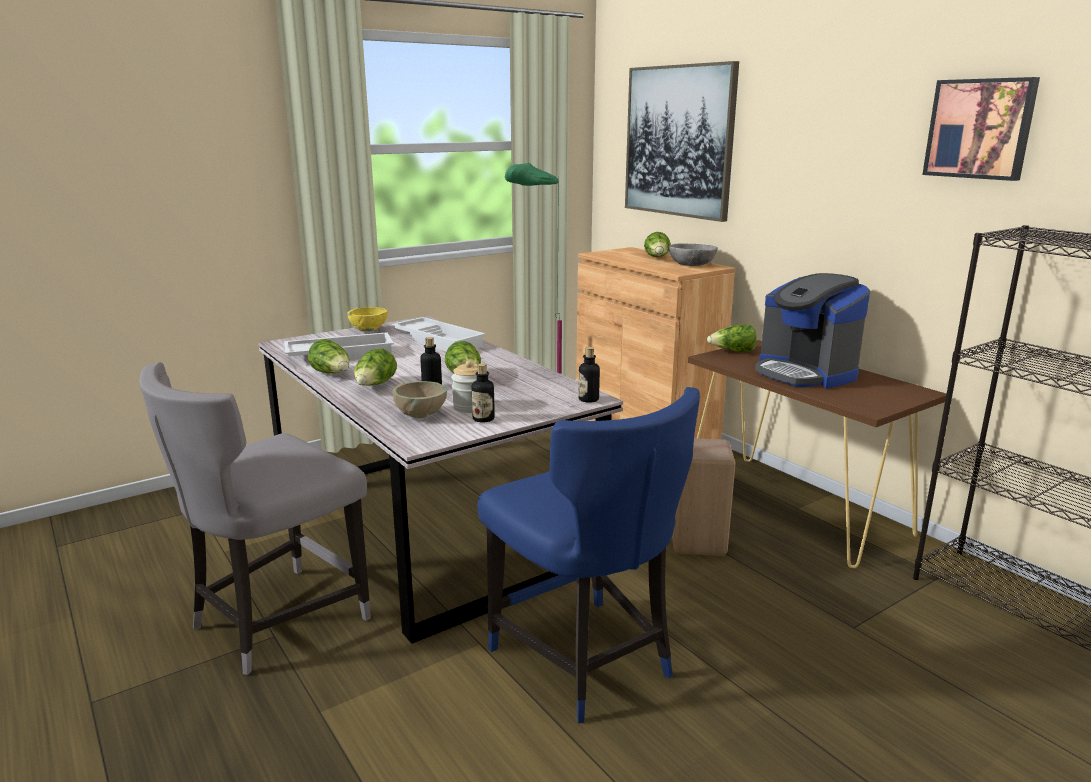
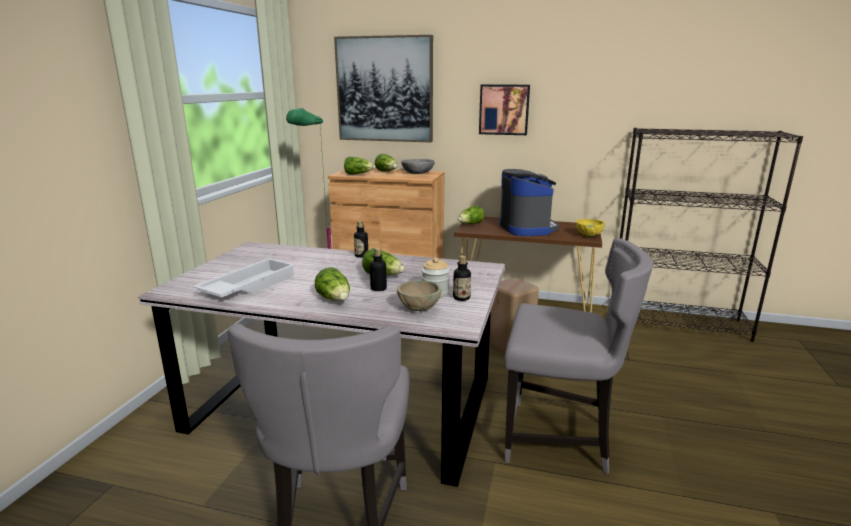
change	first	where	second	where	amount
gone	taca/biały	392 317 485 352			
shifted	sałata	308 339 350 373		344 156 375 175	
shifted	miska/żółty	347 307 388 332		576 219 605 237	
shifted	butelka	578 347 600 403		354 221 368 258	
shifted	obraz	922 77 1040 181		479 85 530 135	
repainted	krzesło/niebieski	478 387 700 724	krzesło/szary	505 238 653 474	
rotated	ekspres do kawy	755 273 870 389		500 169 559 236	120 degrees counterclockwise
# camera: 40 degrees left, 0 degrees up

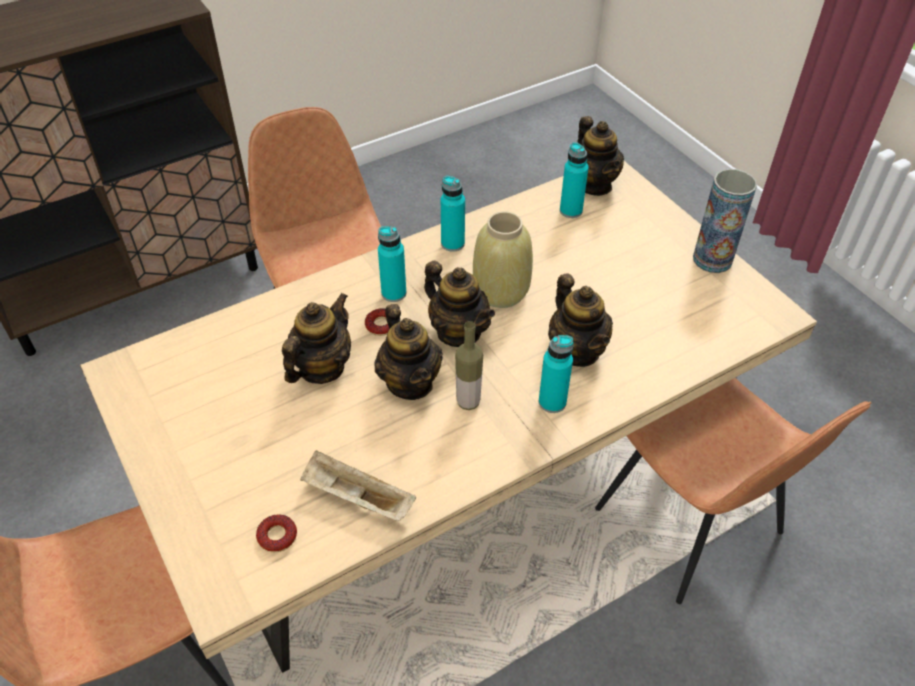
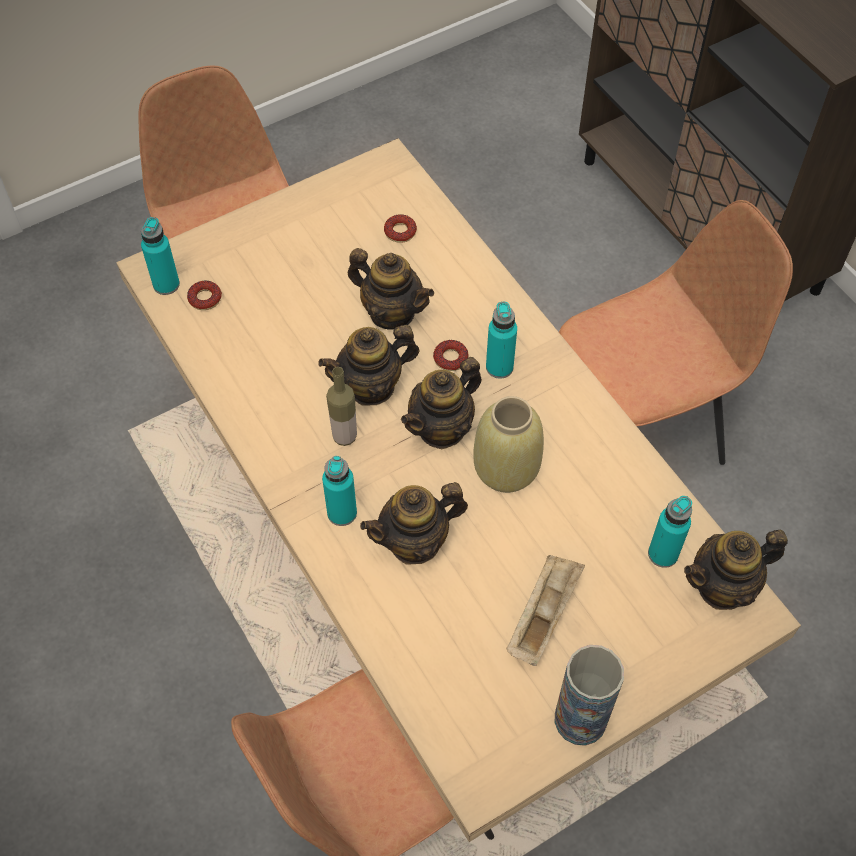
change	first	where	second	where	amount
new			donut	384 214 417 243	
shifted	taca/beżowy	300 450 416 521		507 555 585 666	
shifted	butelka/turkusowy	441 176 465 252		141 217 180 295	
# camera: 90 degrees right, 10 degrees up

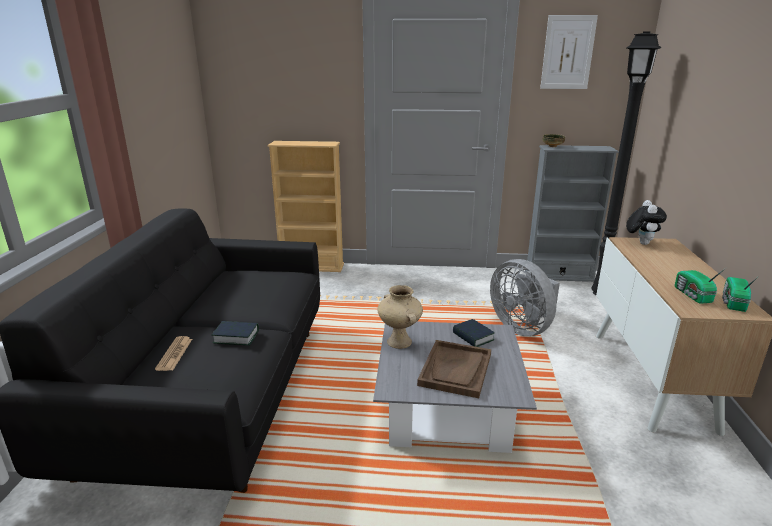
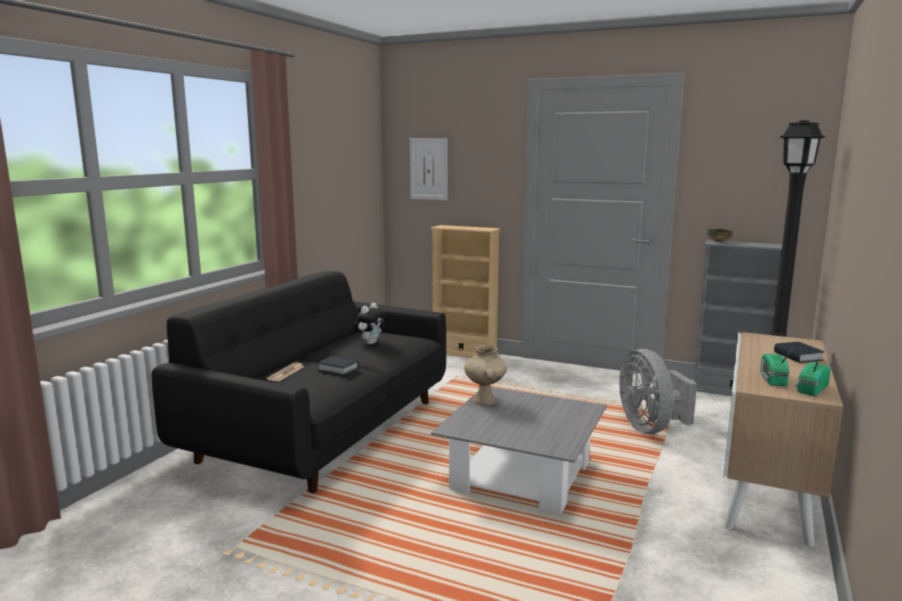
change	first	where	second	where	amount
gone	taca/brązowy	417 340 491 398			
shifted	książka	453 319 495 347		774 342 824 363	
shifted	obraz	540 15 598 89		410 138 448 200	
shifted	pluszak	626 200 667 245		354 303 386 345	
# camera: 20 degrees right, 10 degrees down

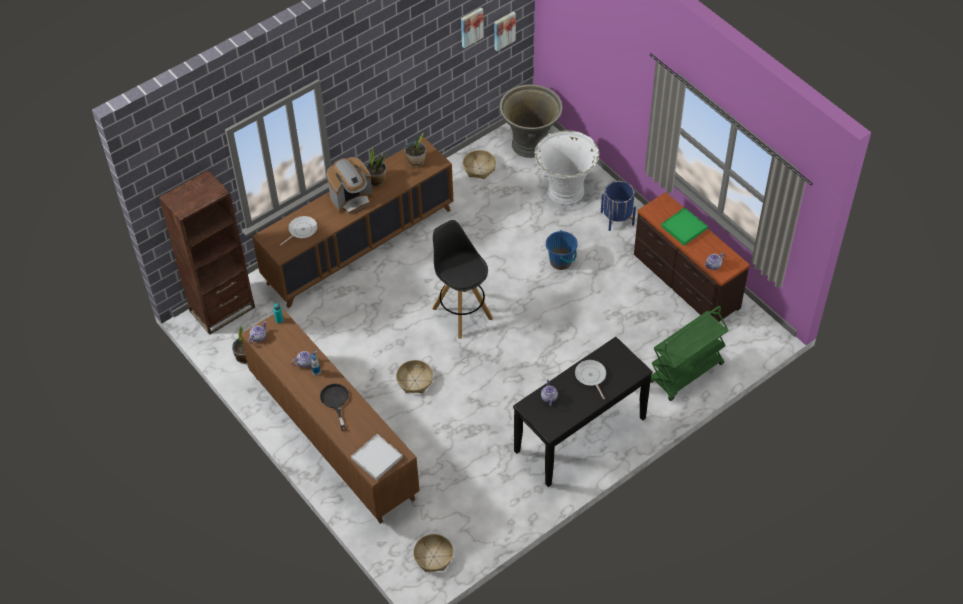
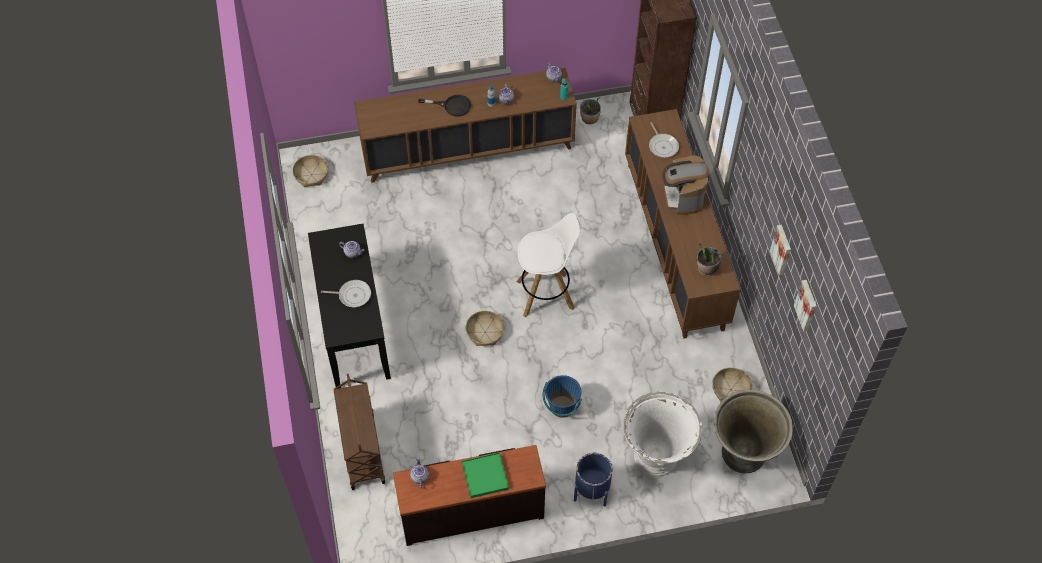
change	first	where	second	where	amount
gone	taca/biały	351 434 403 481			
gone	roślina doniczkowa	366 147 386 187			
shifted	koszyk	396 360 433 393		466 311 504 346	
shifted	obraz	494 11 516 51		770 225 791 275	
repainted	stołek/czarny	432 220 493 339	stołek/biały	516 213 581 317	
repainted	wózek/zielony	650 306 729 401	wózek/brązowy	334 374 385 490	
# camera: 115 degrees right, 5 degrees up

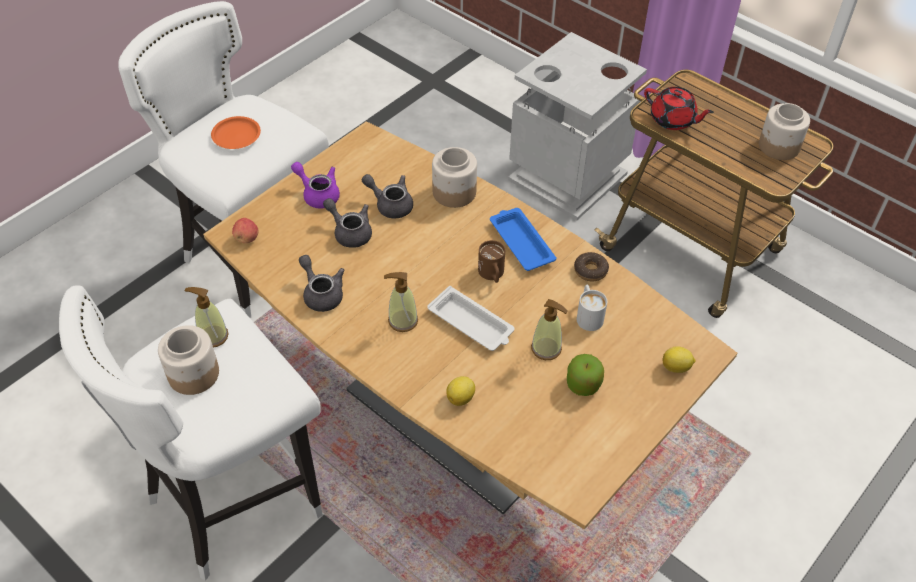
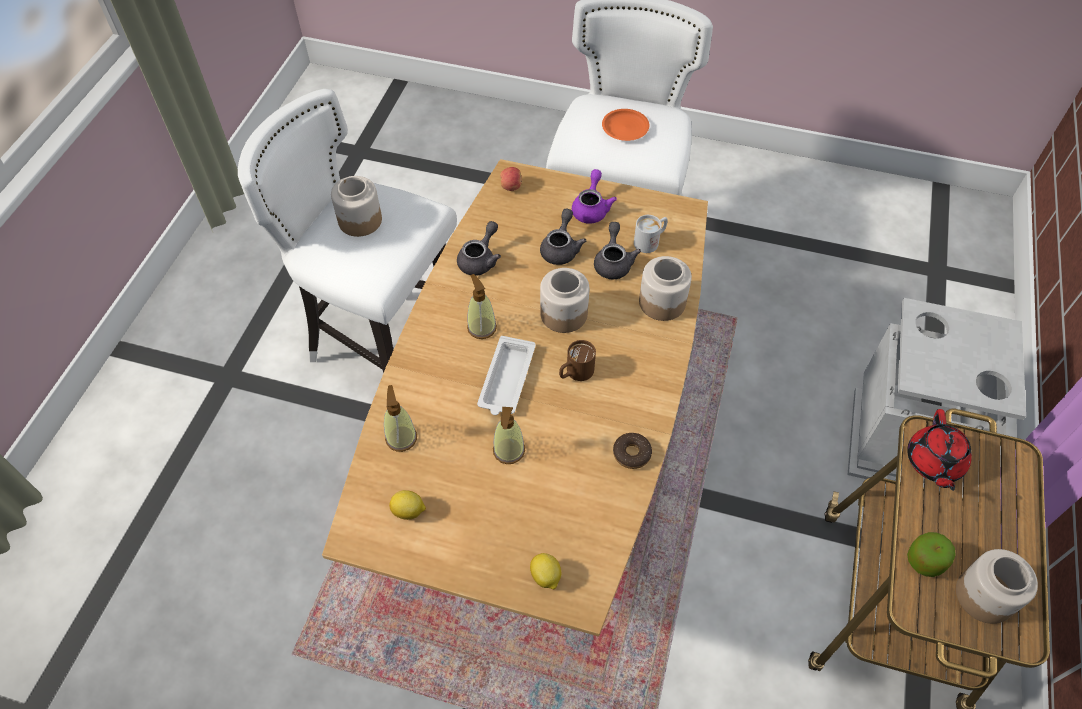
change	first	where	second	where	amount
gone	taca/niebieski	490 208 557 271			
new			słoik	540 268 589 333	
shifted	dozownik mydła	184 287 229 348		384 385 417 452	
shifted	cytryna	446 376 475 406		389 490 426 520	
shifted	jabłko	567 354 604 396		907 532 956 577	
shifted	kubek/biały	577 285 607 331		634 215 668 253	
# camera: 65 degrees right, 5 degrees up

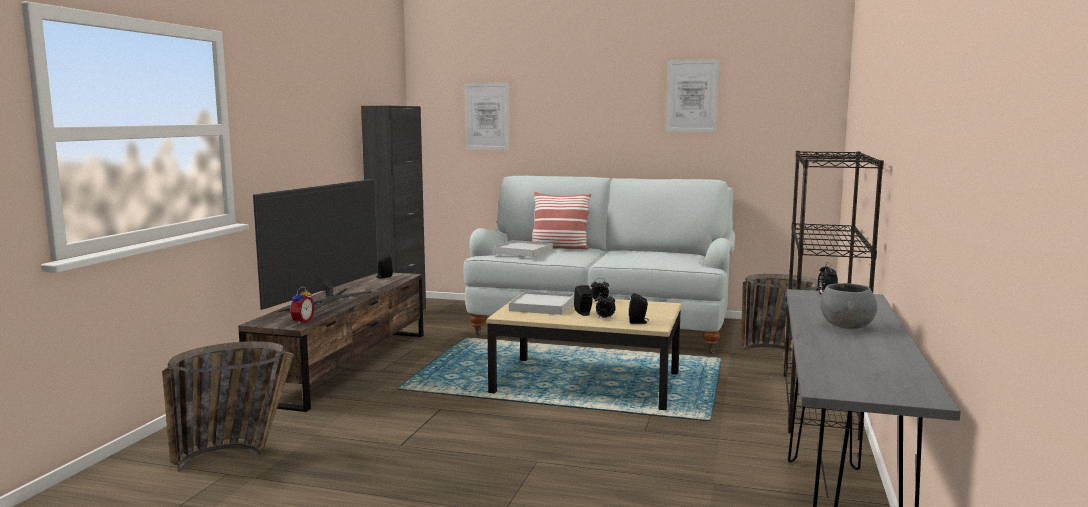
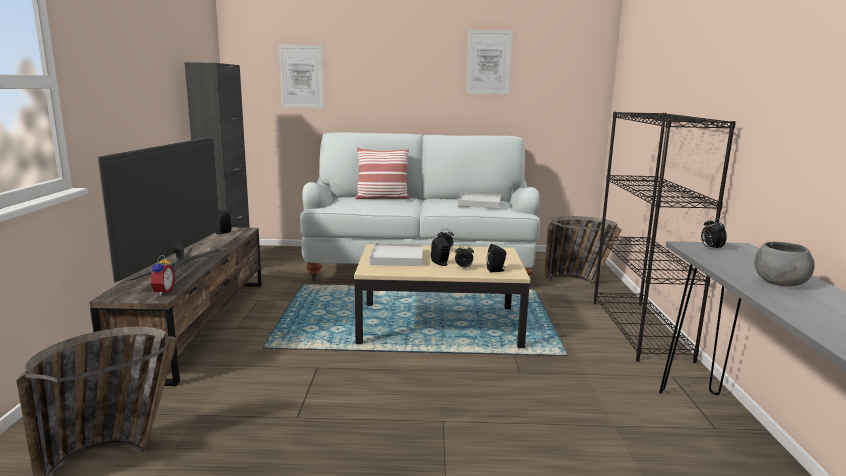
change	first	where	second	where	amount
shifted	taca/biały	493 240 553 257		458 193 501 209	
# camera: 15 degrees left, 5 degrees up

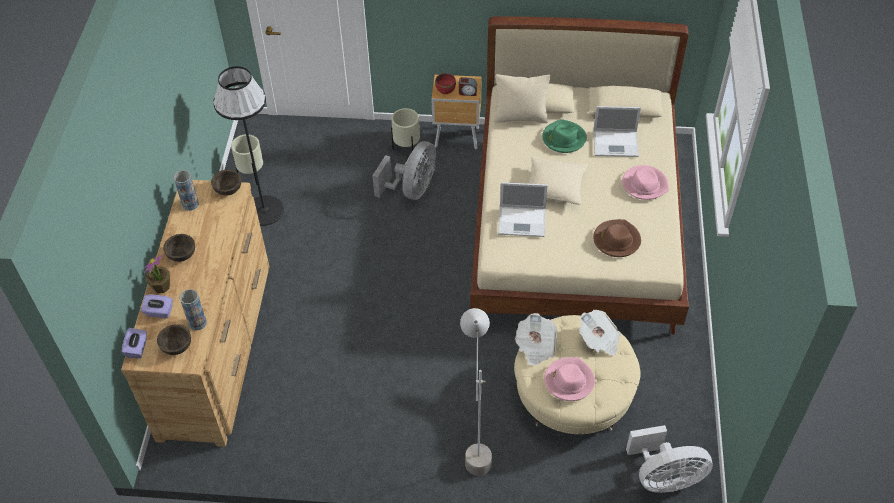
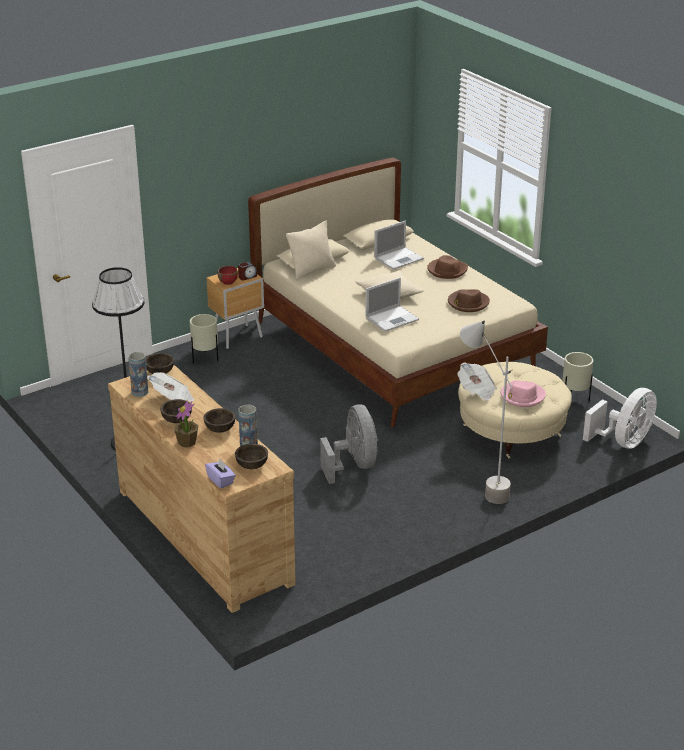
change	first	where	second	where	amount
gone	pudełko chusteczek/fioletowy	141 295 173 318			
gone	kapelusz/zielony	542 119 587 153			
new			miska/brązowy	203 408 235 433	
shifted	donica/beżowy	231 134 263 185		562 352 593 402	
shifted	wentylator/szary	372 141 436 200		320 404 378 484	
shifted	gazeta	579 310 621 356		147 372 195 401	
repainted	kapelusz/różowy	622 165 669 200	kapelusz/brązowy	427 255 468 279	
# camera: 40 degrees left, 20 degrees down

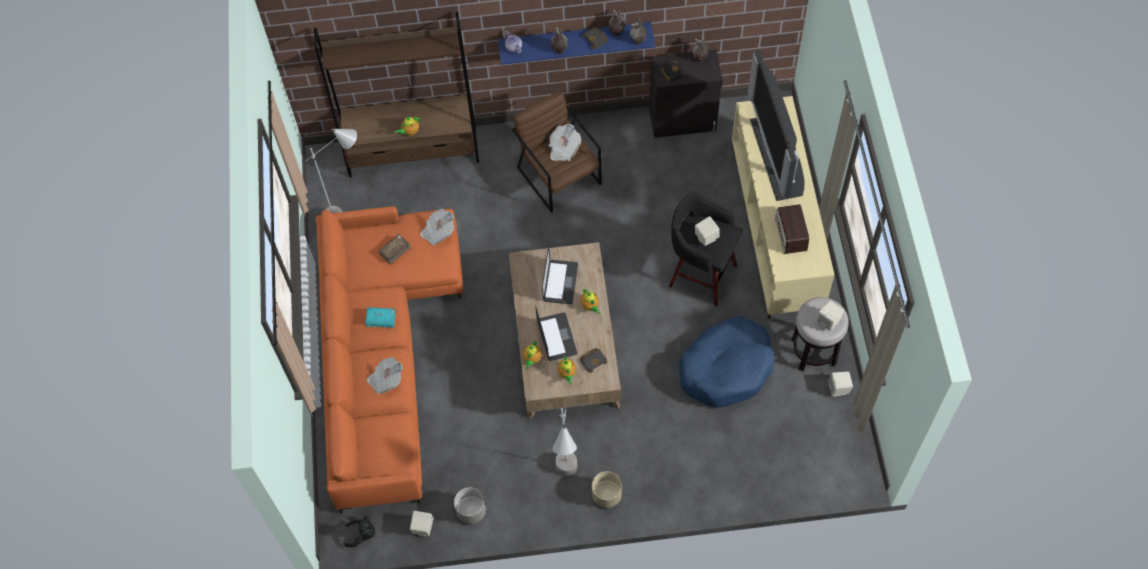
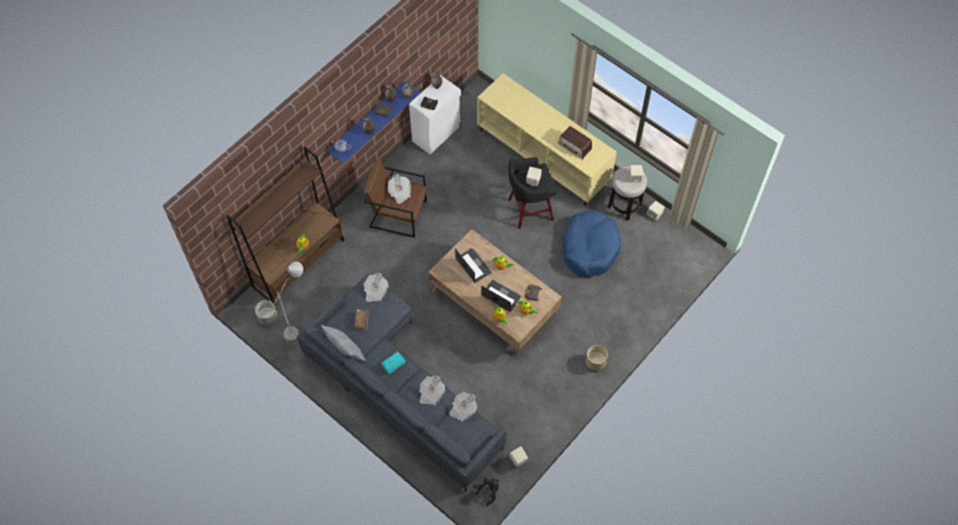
change	first	where	second	where	amount
gone	lampa stojąca/szary	553 408 577 476			
gone	telewizor	748 51 805 201			
new			poduszka	321 325 366 362	
new			gazeta	449 392 477 422	
shifted	donica/szary	454 487 486 524		255 300 278 325	
repainted	kanapa/pomarańczowy	316 206 463 514	kanapa/szary	297 274 506 491	
repainted	szafka/czarny	649 50 723 138	szafka/biały	409 75 461 154	
# camera: 45 degrees left, 0 degrees up

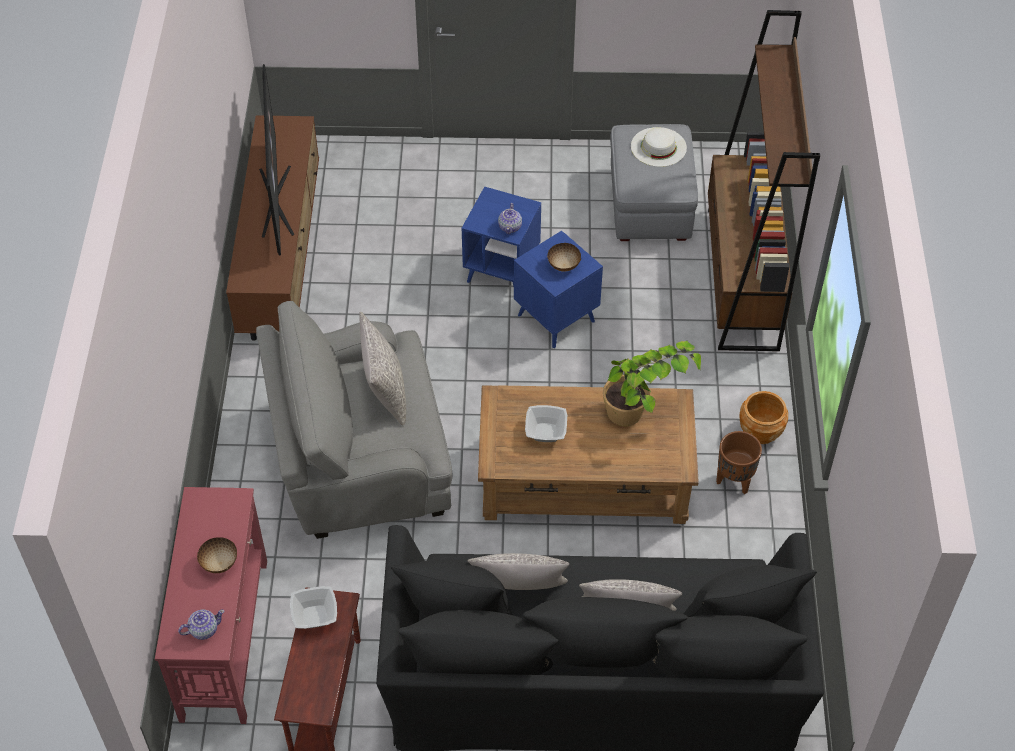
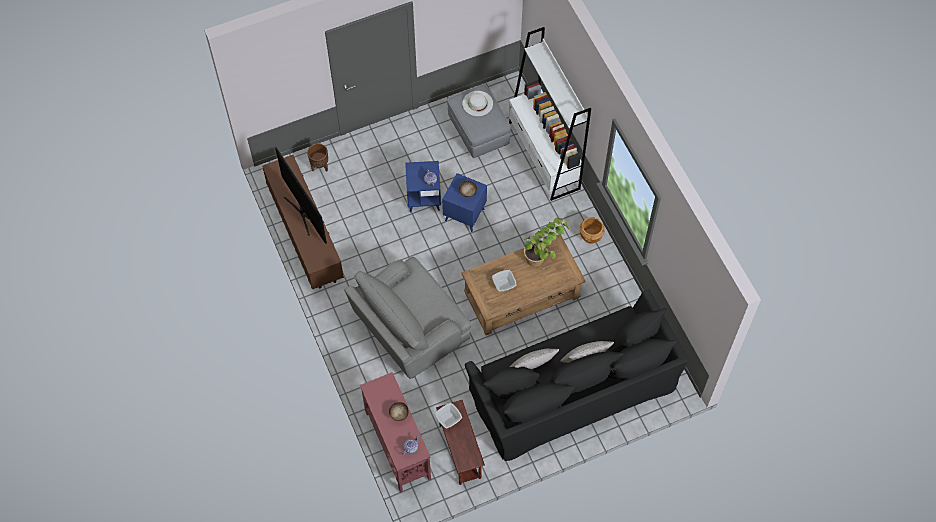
change	first	where	second	where	amount
gone	poduszka/szary	359 312 406 425			
shifted	donica/brązowy	716 431 762 495		307 143 328 171	
repainted	regał/brązowy	708 10 820 351	regał/biały	508 27 591 201	
# camera: 25 degrees left, 10 degrees up

